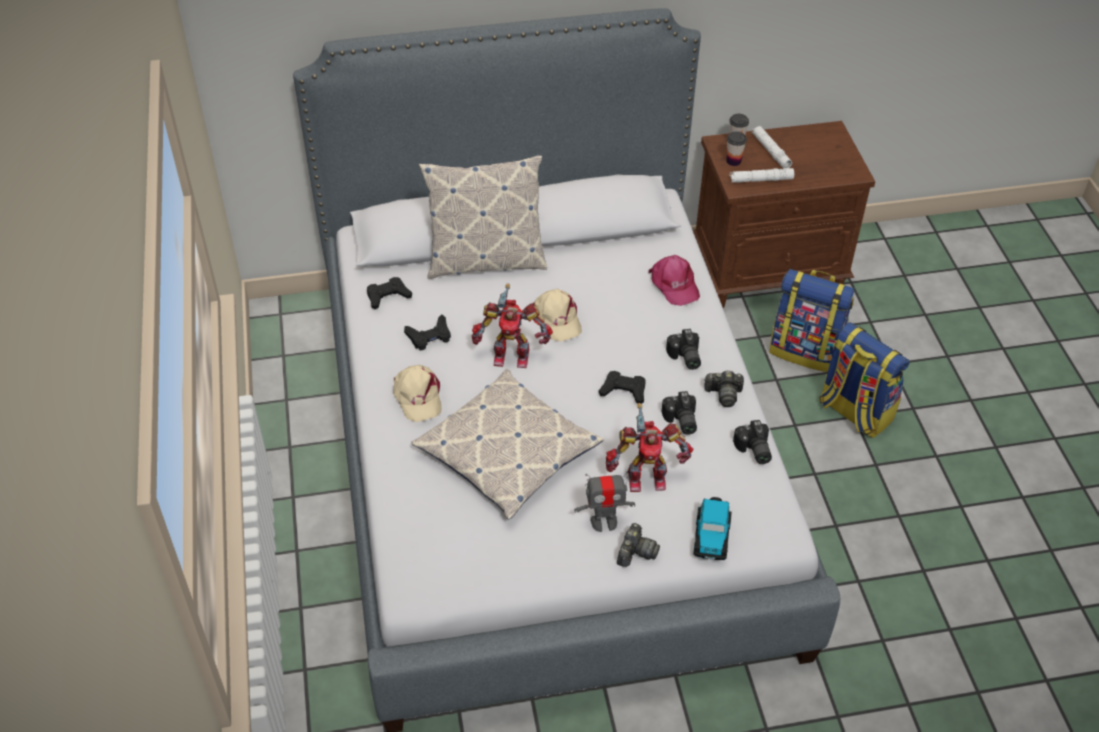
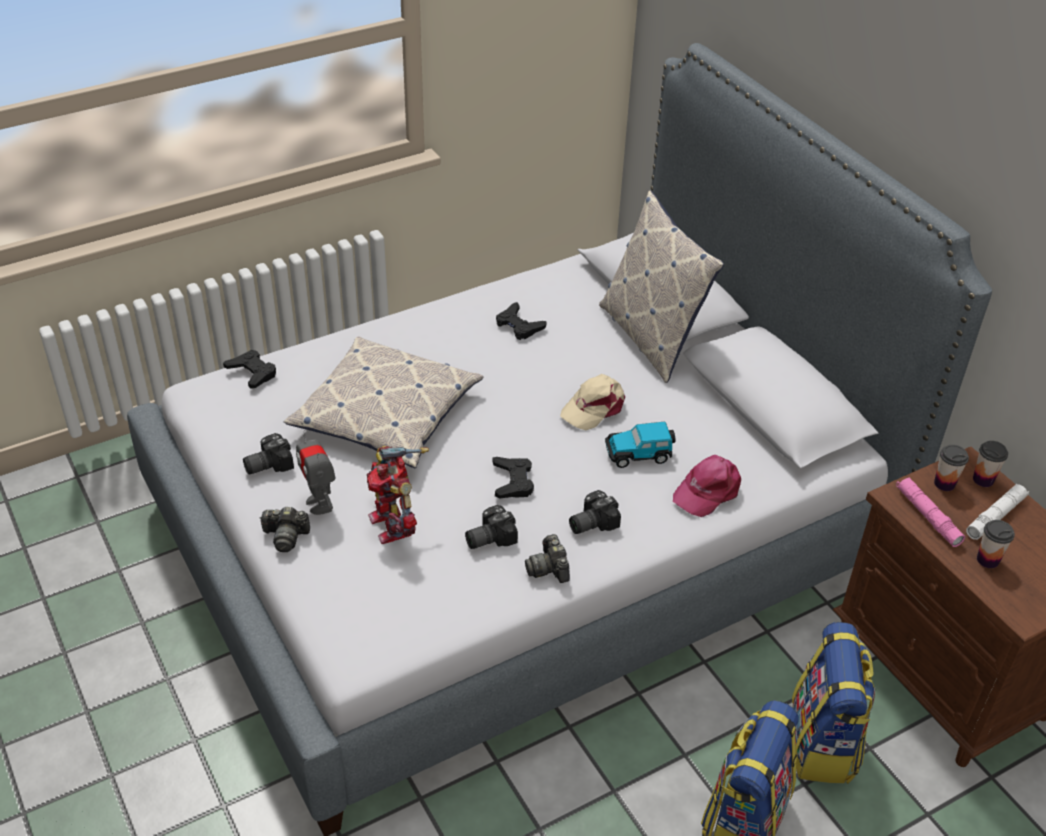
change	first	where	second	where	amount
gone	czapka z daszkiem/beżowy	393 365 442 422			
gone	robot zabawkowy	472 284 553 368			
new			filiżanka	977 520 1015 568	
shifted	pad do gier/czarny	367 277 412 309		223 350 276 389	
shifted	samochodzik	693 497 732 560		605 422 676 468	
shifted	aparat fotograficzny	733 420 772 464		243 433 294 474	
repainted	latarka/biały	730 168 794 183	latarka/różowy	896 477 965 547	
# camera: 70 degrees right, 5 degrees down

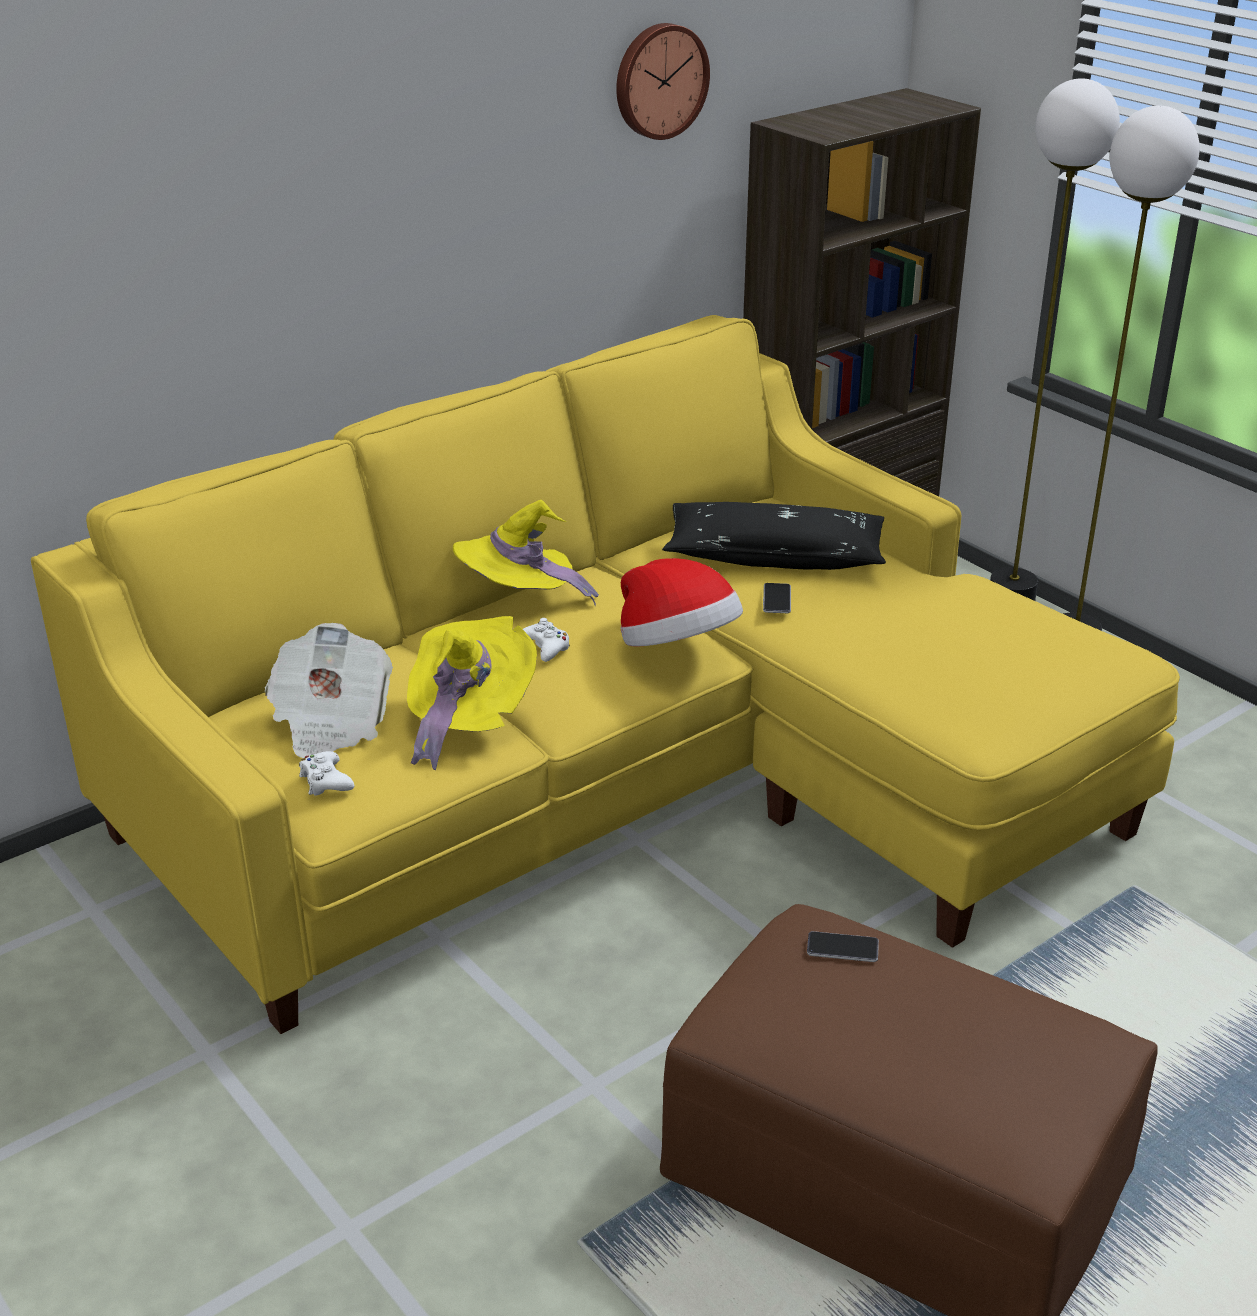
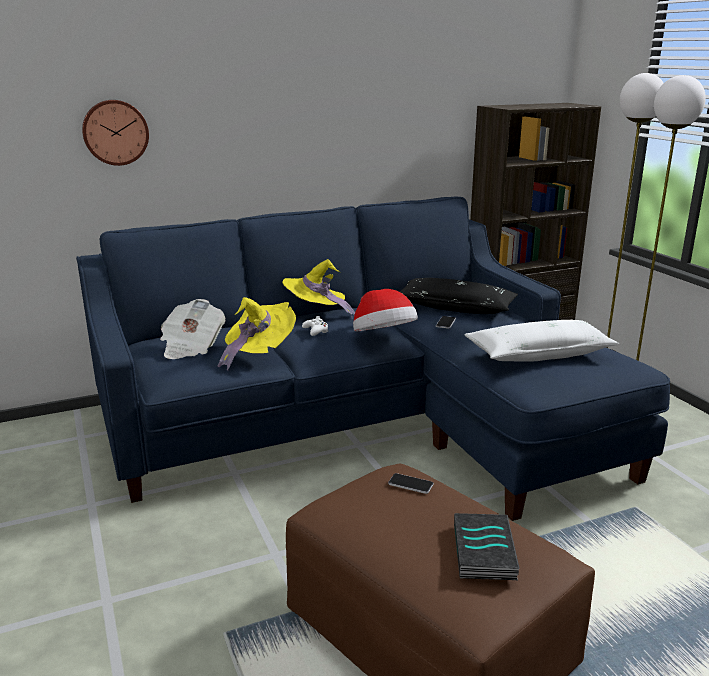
change	first	where	second	where	amount
gone	pad do gier/biały	299 751 354 796			
new			książka	454 513 520 580	
new			poduszka/biały	464 320 619 362	
shifted	zegar ścienny	616 23 710 140		82 100 149 166	
repainted	kanapa/żółty	31 315 1180 1034	kanapa/niebieski	76 197 670 521	
# camera: 15 degrees right, 10 degrees down

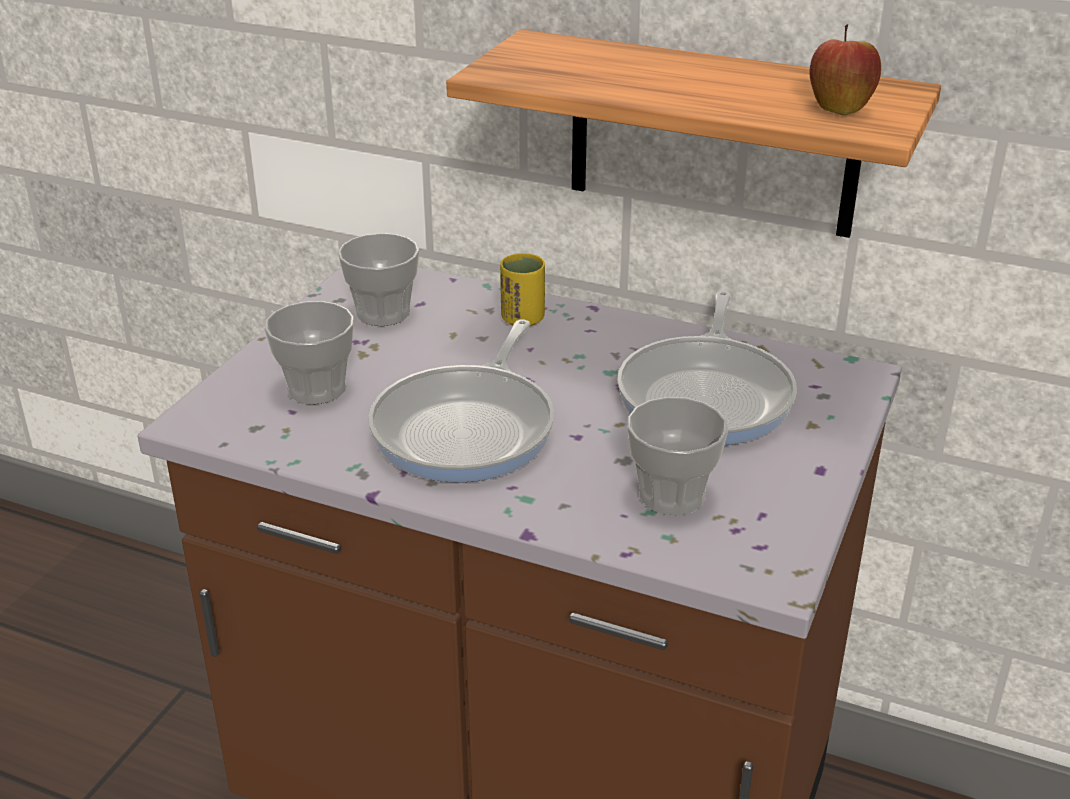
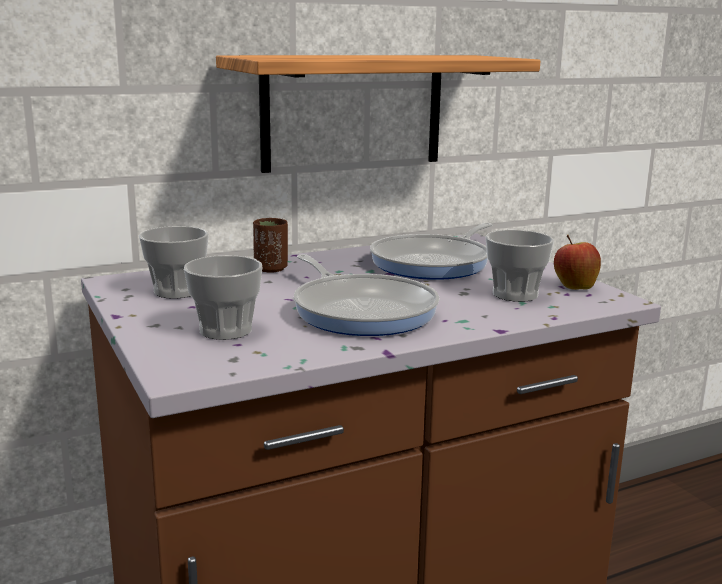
change	first	where	second	where	amount
shifted	jabłko	810 24 881 115		554 235 601 290	
repainted	filiżanka/żółty	500 253 545 327	filiżanka/brązowy	253 218 288 273	
rotated	patelnia	617 291 797 445		370 223 492 280	75 degrees clockwise
# camera: 50 degrees left, 15 degrees down

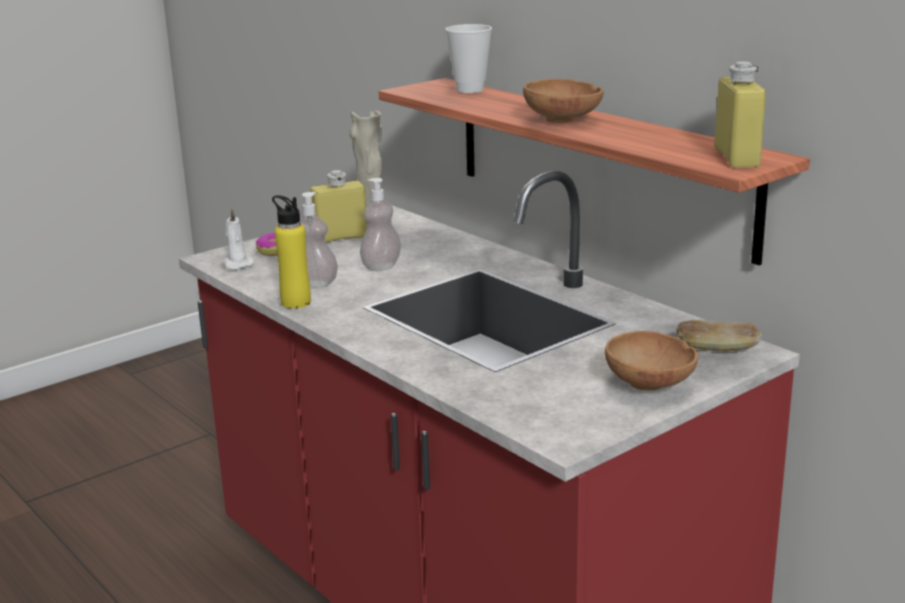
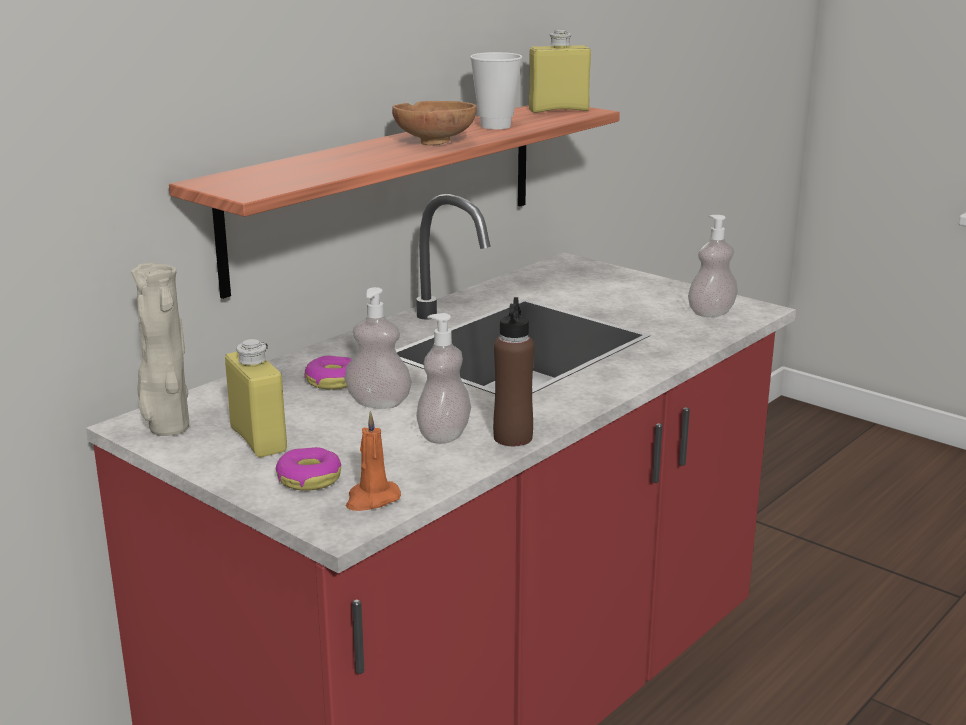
change	first	where	second	where	amount
gone	miska/brązowy	605 331 698 391			
gone	chleb	676 320 762 352			
new			donut	305 356 352 390	
new			dozownik mydła	688 215 738 317	
shifted	filiżanka	446 24 492 93		470 52 522 129	
repainted	świeca/biały	222 208 255 270	świeca/pomarańczowy	346 411 401 511	
repainted	butelka/żółty	272 195 311 309	butelka/brązowy	493 297 534 446	
# camera: 100 degrees left, 0 degrees up

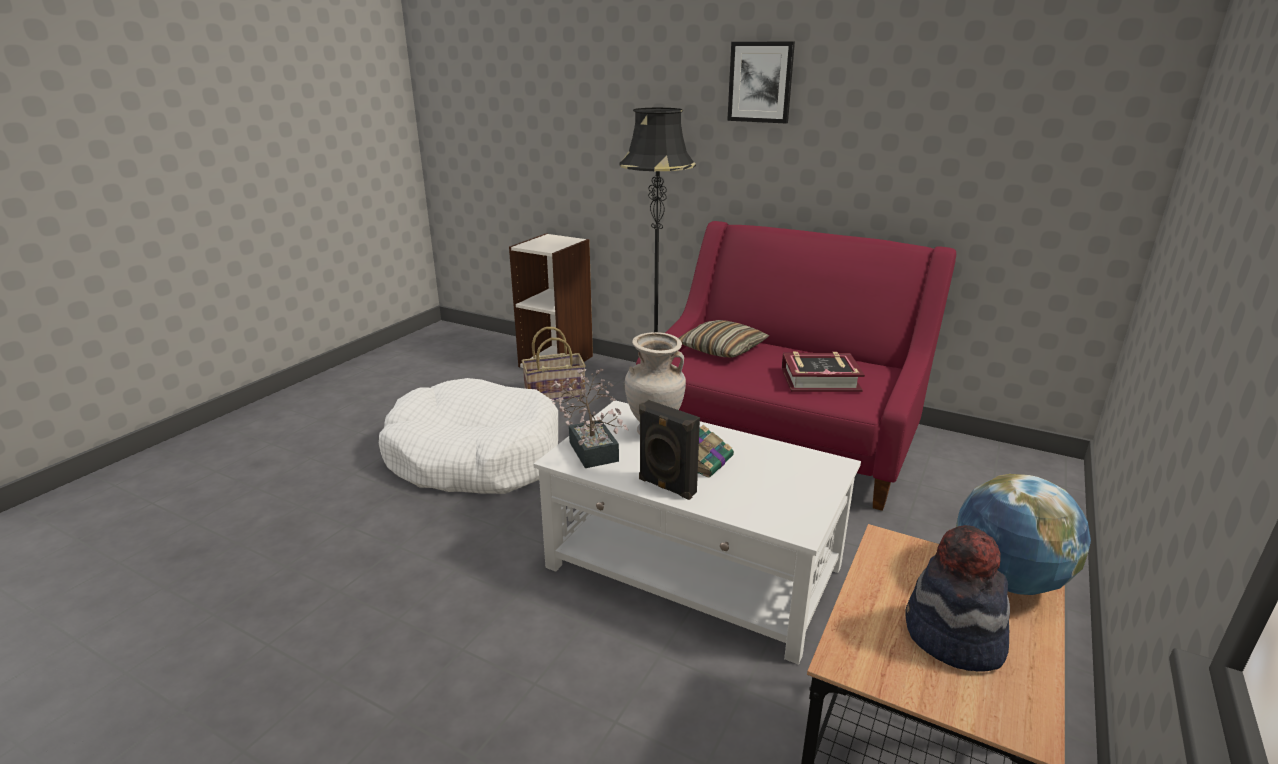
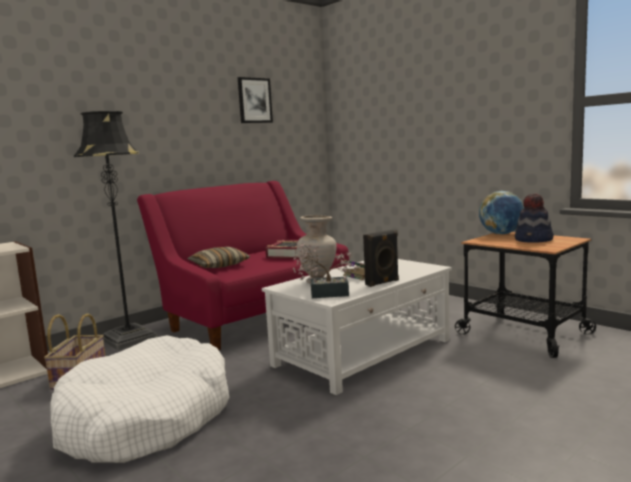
change	first	where	second	where	amount
shifted	obraz	727 42 795 123		238 77 273 123	
# camera: 70 degrees left, 15 degrees down

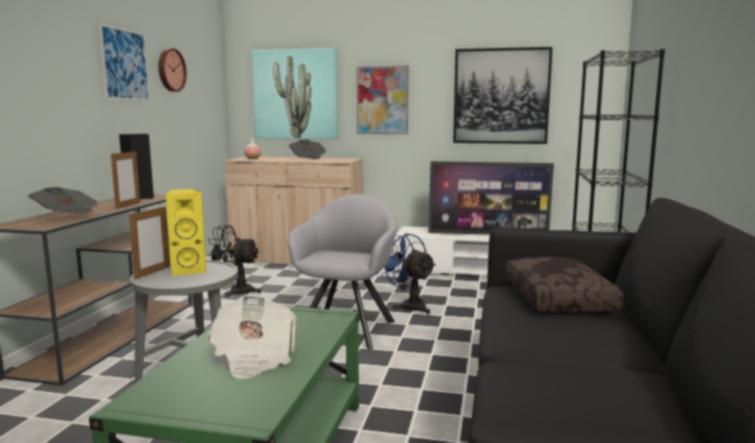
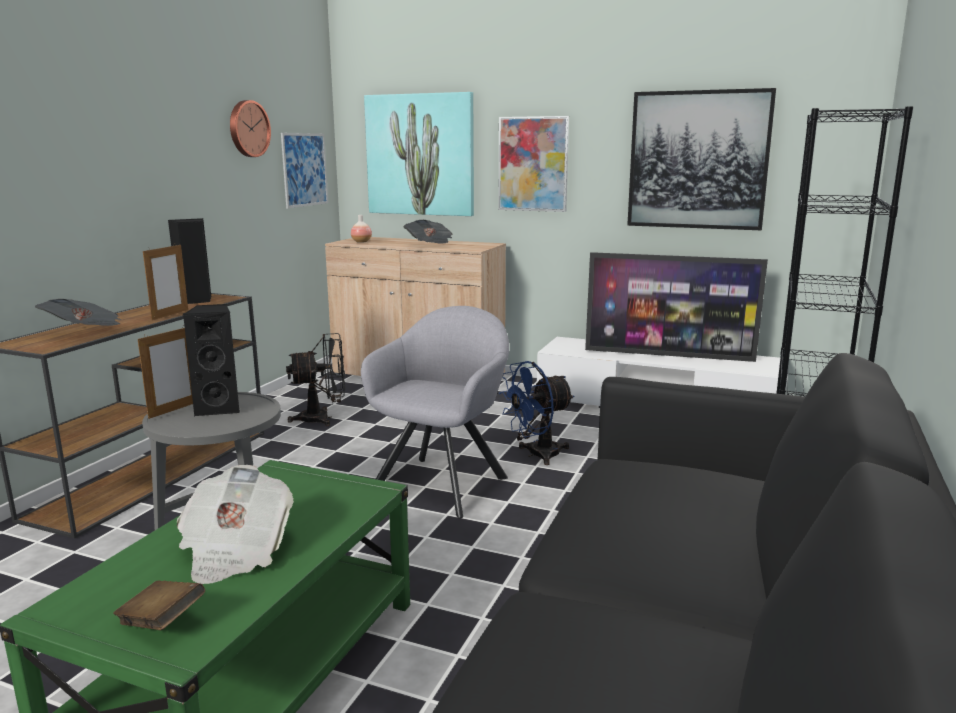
change	first	where	second	where	amount
gone	poduszka/brązowy	506 257 624 313			
new			książka/brązowy	113 581 205 630	
shifted	obraz	98 23 150 101		281 133 328 208	
repainted	głośnik/żółty	165 189 207 276	głośnik/czarny	182 304 240 417	
rotated	wentylator/czarny	207 225 261 298		286 333 345 426	150 degrees clockwise
rotated	wentylator/niebieski	381 233 436 314		499 361 575 465	90 degrees counterclockwise
# camera: 10 degrees right, 5 degrees up

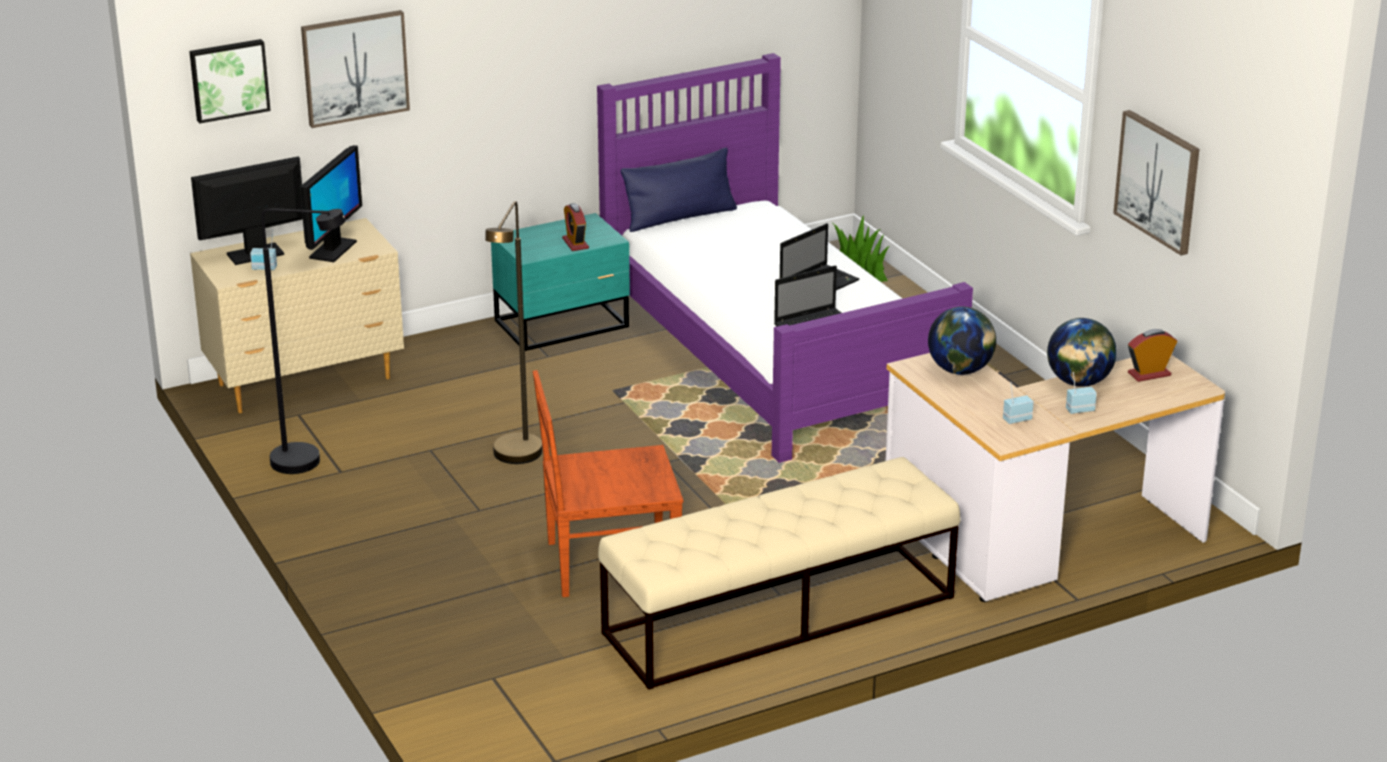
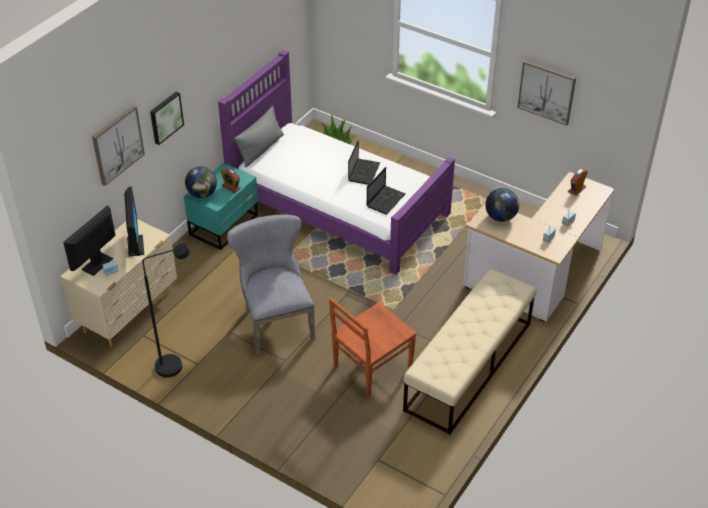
change	first	where	second	where	amount
shifted	obraz	189 39 271 123		150 92 184 145	
shifted	globus	1047 318 1117 387		185 166 217 198	
swapped	lampa stojąca/brązowy	485 201 542 464	krzesło/szary	227 215 315 355	
repainted	poduszka/niebieski	621 147 737 232	poduszka/szary	234 106 284 168	
# camera: 30 degrees left, 15 degrees up

